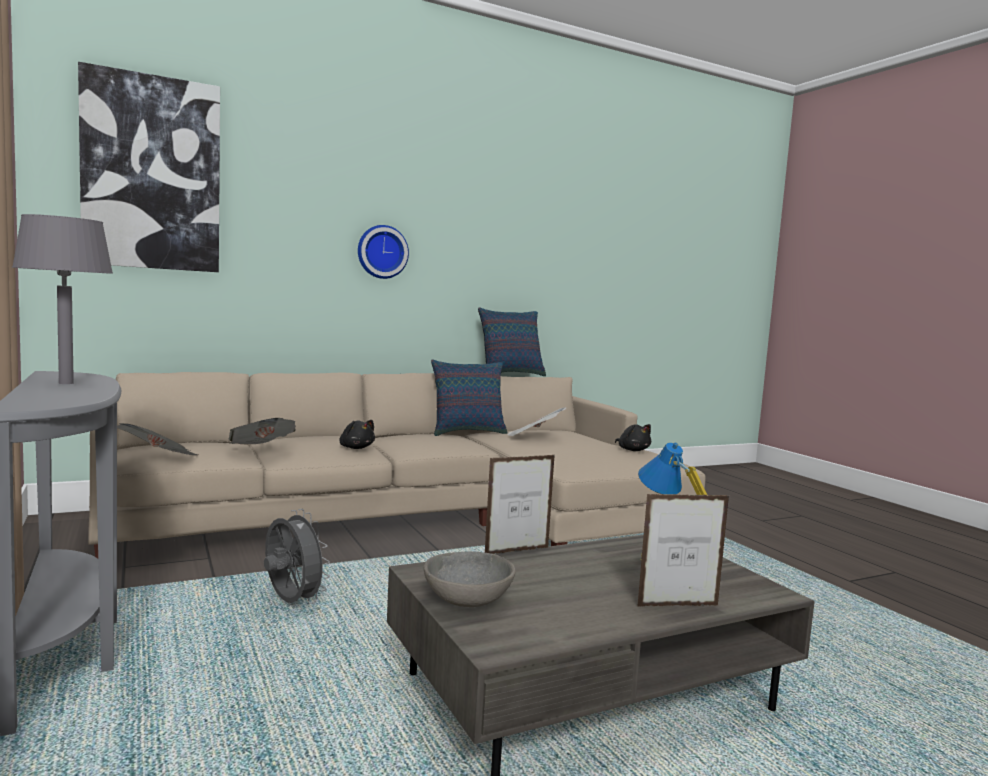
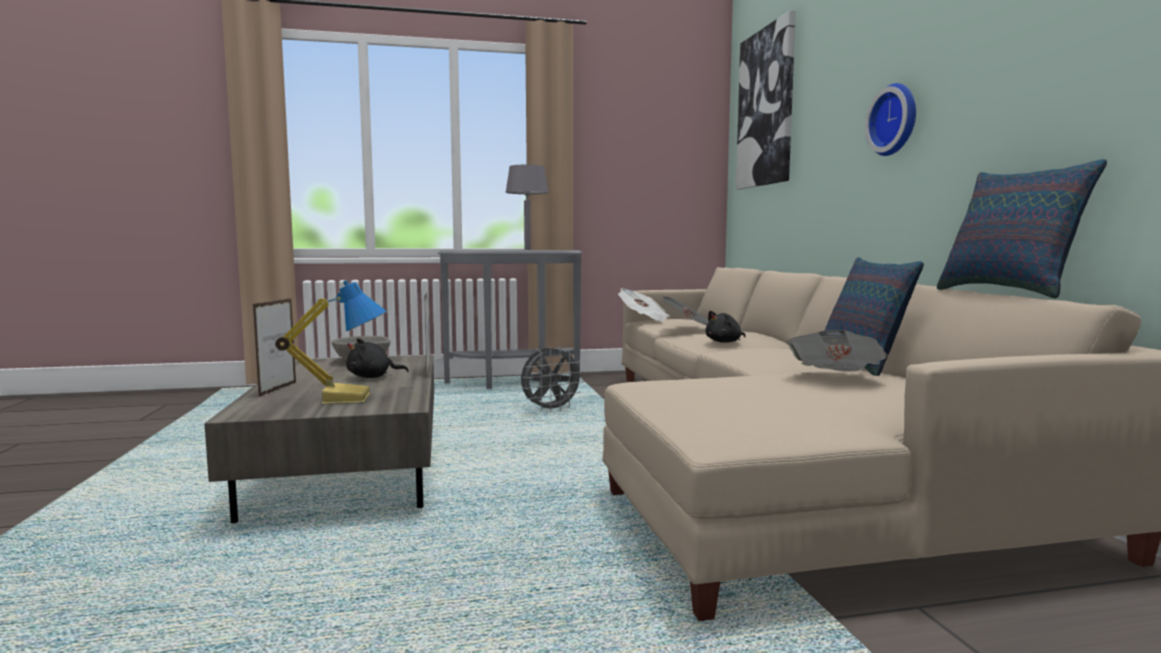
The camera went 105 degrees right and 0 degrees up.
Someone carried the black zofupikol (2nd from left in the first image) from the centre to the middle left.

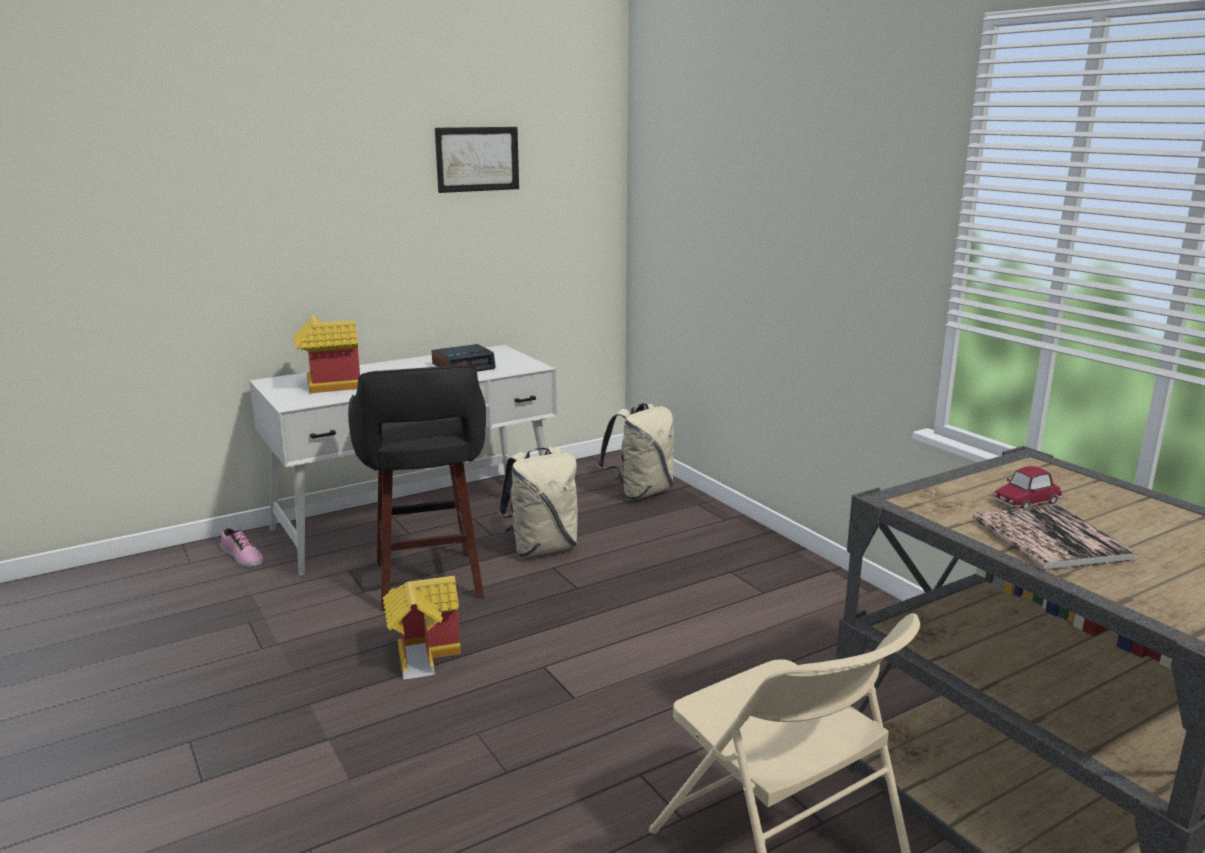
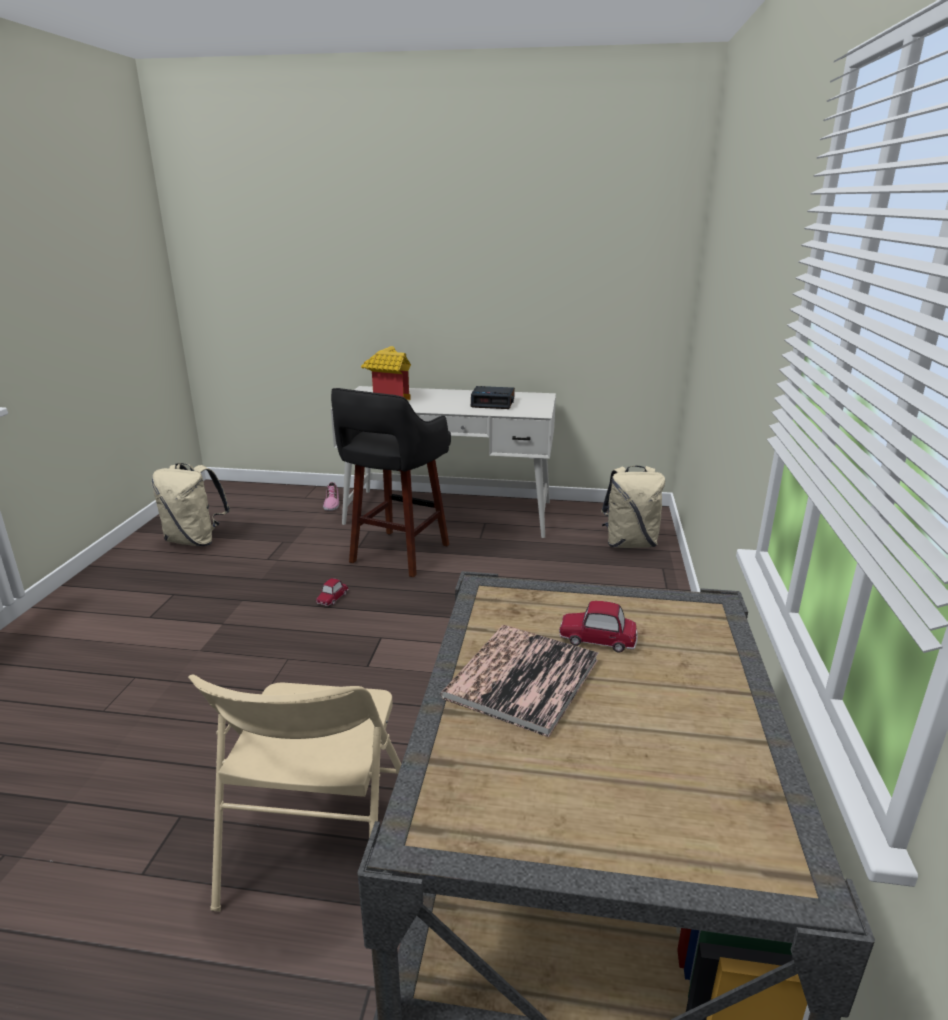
The camera went 40 degrees right and 5 degrees up.
Someone took away the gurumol at the top centre.
Someone carried the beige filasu (1st from left) from the centre to the middle left.
Someone swapped the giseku (2nd from left) at the bottom centre for the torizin (1st from left) at the centre.

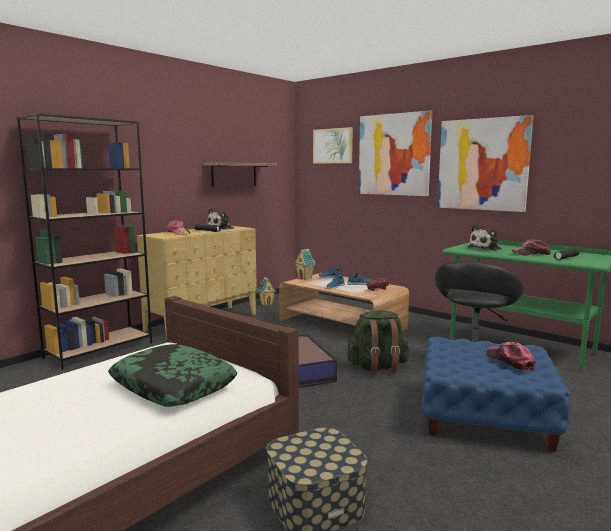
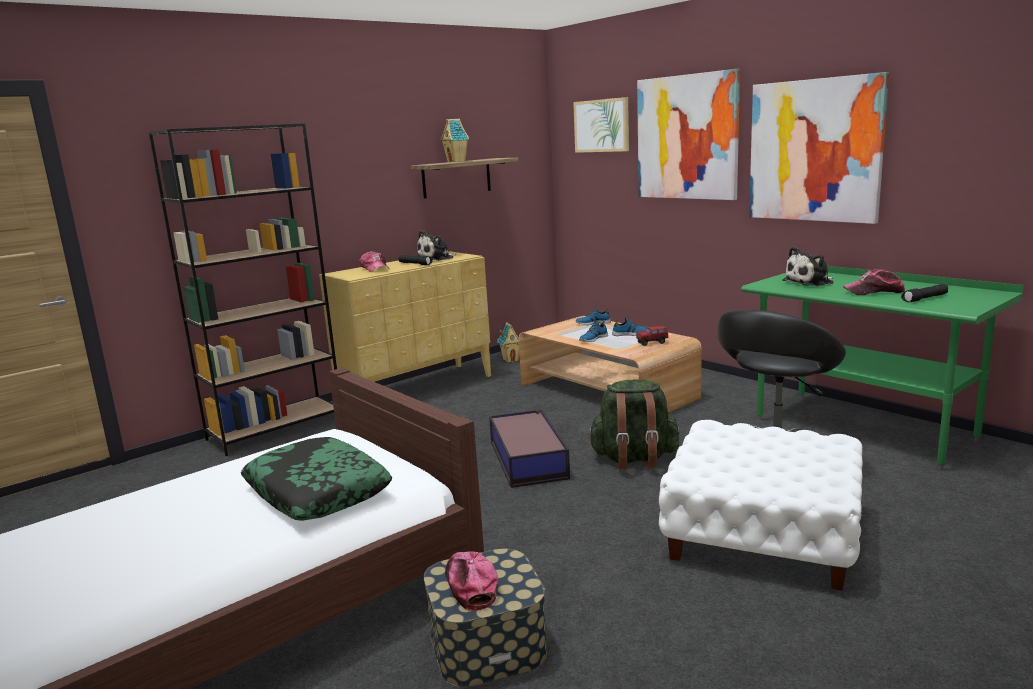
The camera went 10 degrees right and 5 degrees up.
Someone carried the giseku (2nd from left in the first image) from the centre to the top centre.
Someone carried the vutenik (2nd from left) from the bottom right to the bottom centre.
Someone repainted the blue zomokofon at the bottom right, which became the white zomokofon at the bottom right.

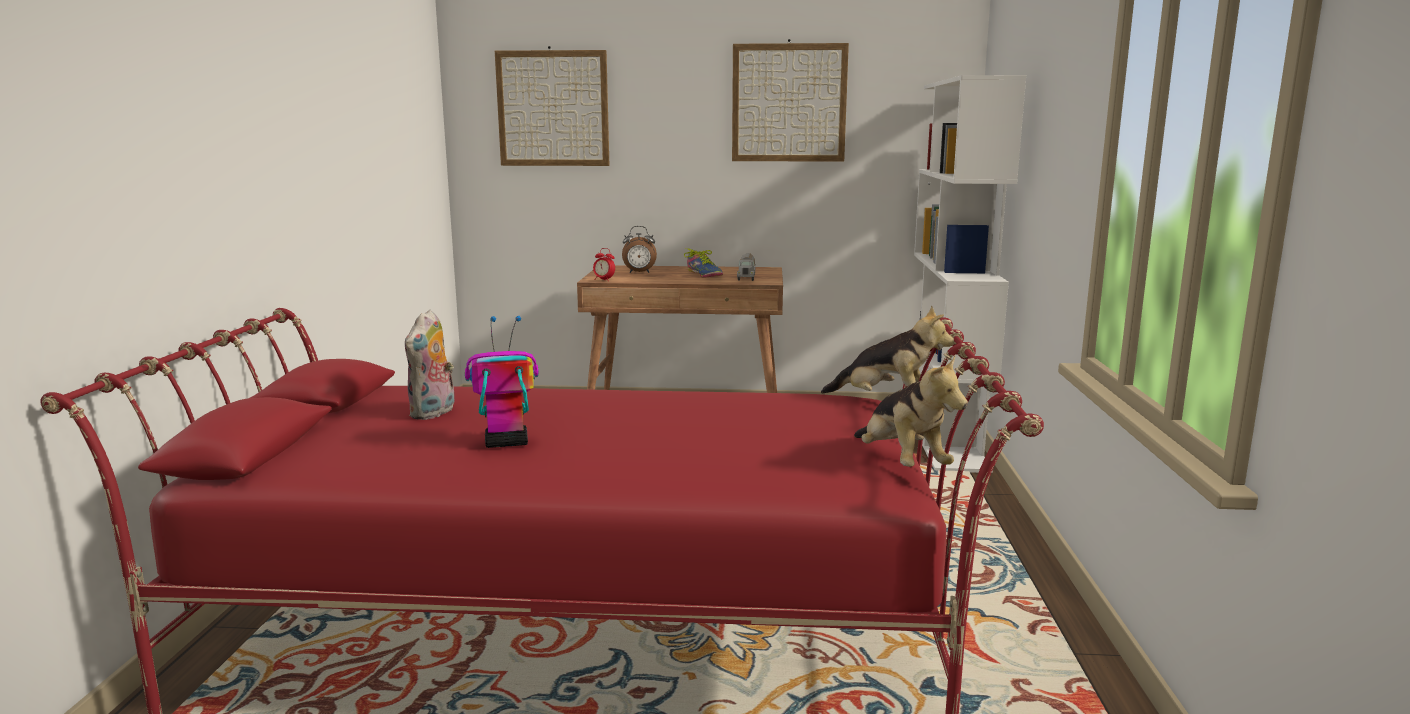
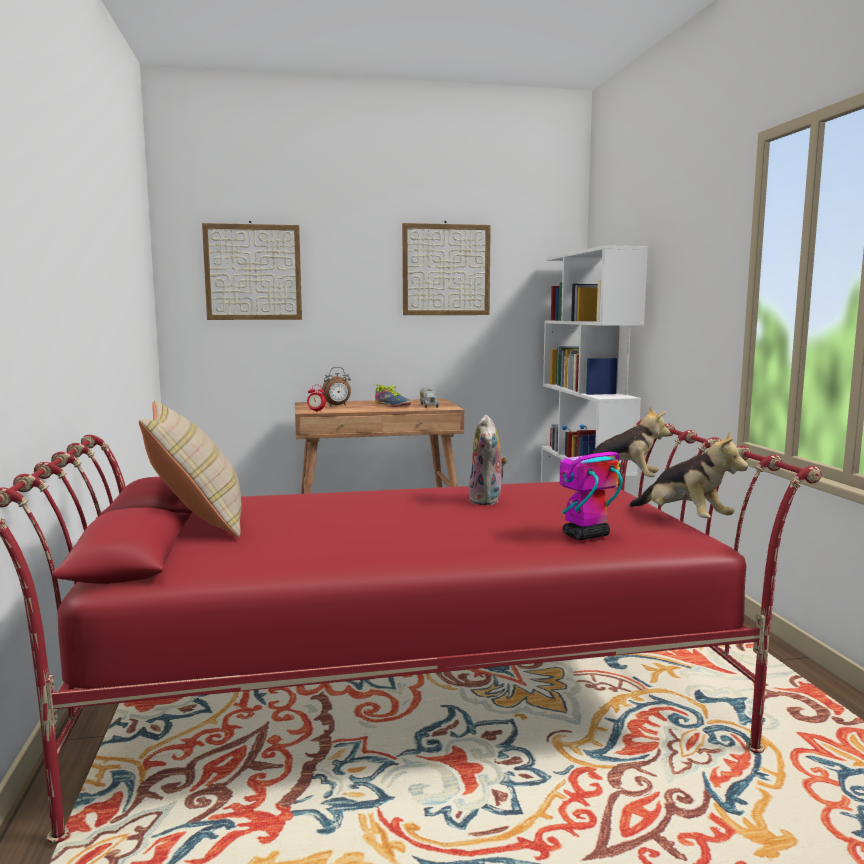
The camera went 15 degrees left and 5 degrees down.
Someone put down the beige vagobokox at the middle left.
Someone carried the zofupikol (1st from left) from the middle left to the centre.
Someone carried the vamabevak from the centre to the middle right.

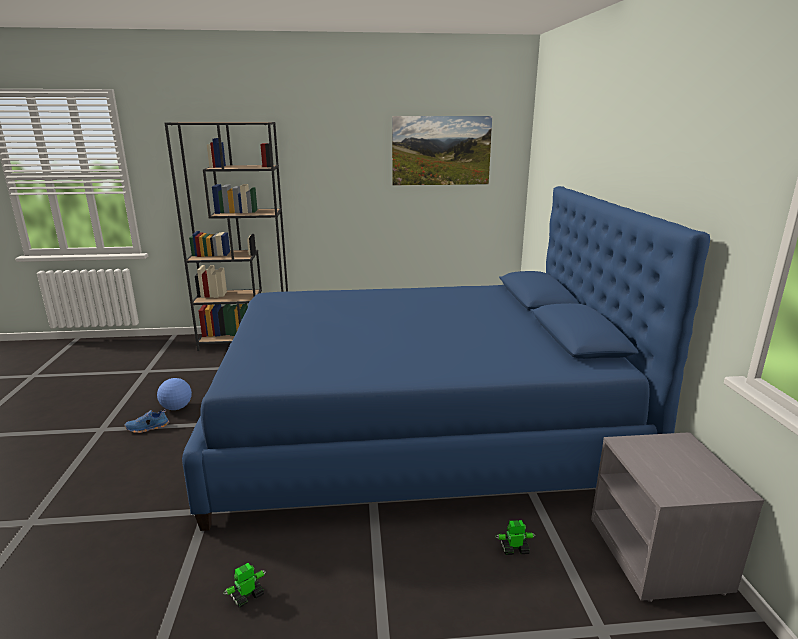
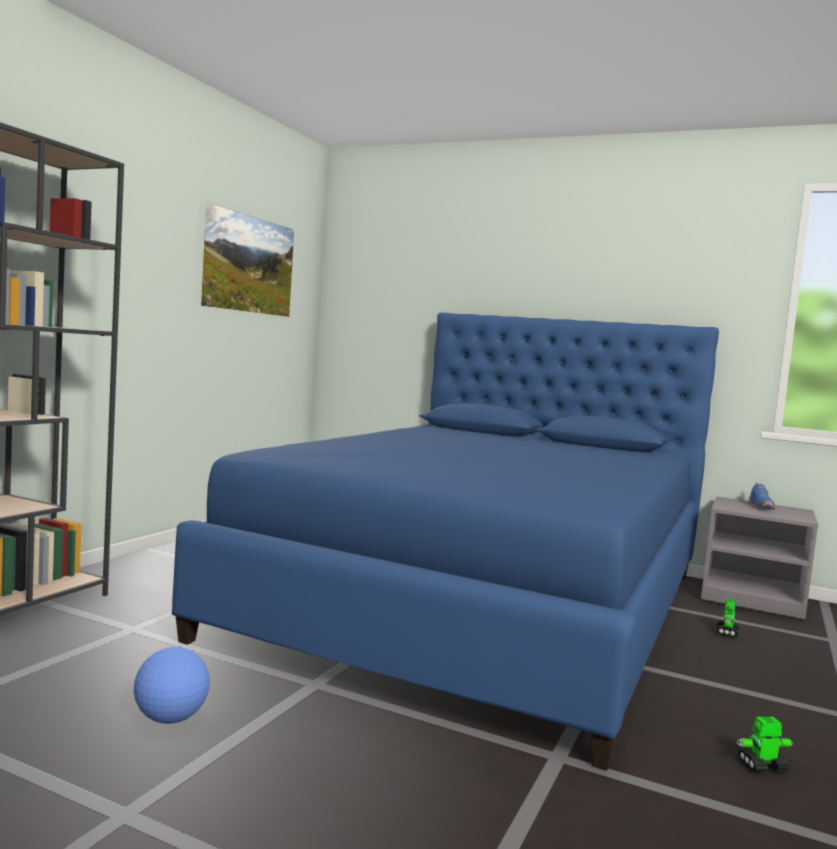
The camera went 60 degrees left and 15 degrees down.
Someone carried the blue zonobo from the middle left to the middle right.
Someone rotated the vamabevak (1st from left in the first image) at the bottom left by 90 degrees clockwise.

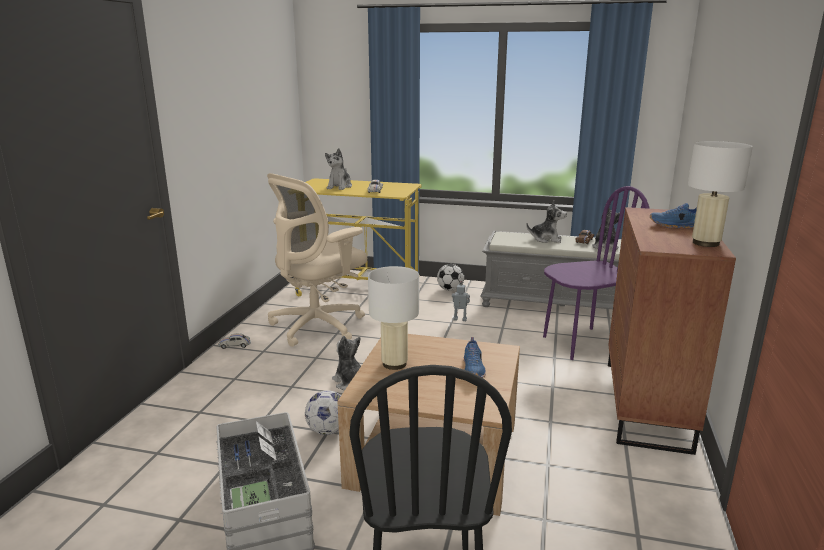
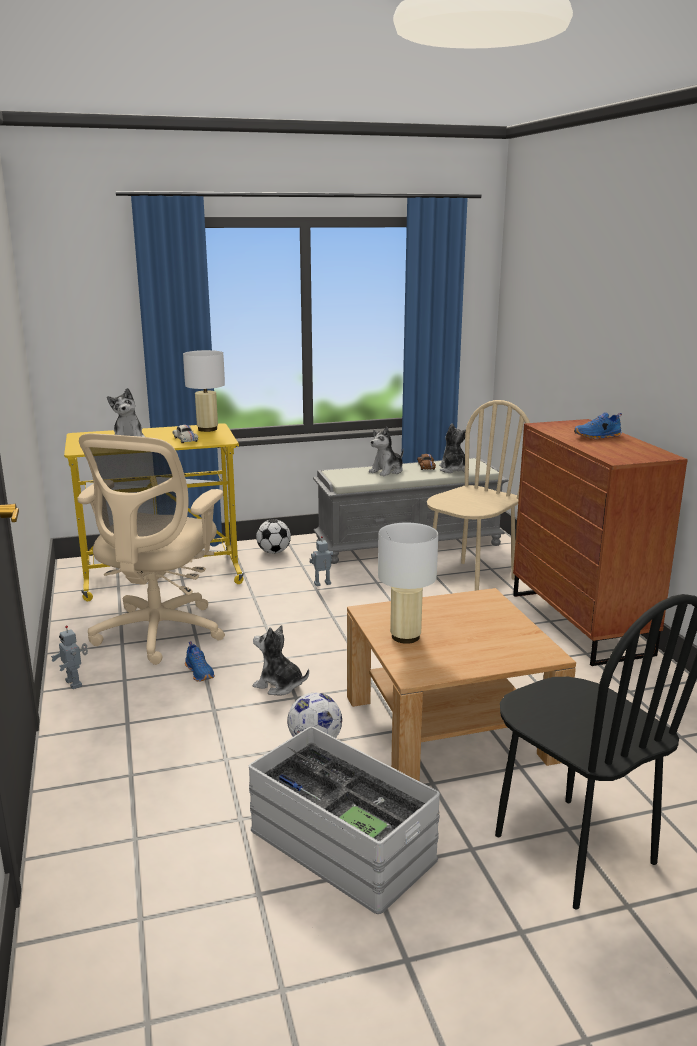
The camera went 30 degrees left and 0 degrees up.
Someone carried the blue zonobo (1st from left) from the centre to the middle left.
Someone carried the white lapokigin (2nd from left in the first image) from the middle right to the middle left.
Someone swapped the white torizin (1st from left) at the middle left for the vamabevak (1st from left) at the middle left.
Someone repainted the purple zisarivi at the middle right, which became the beige zisarivi at the middle right.
Someone rotated the zofupikol (3rd from left) at the centre by 150 degrees clockwise.

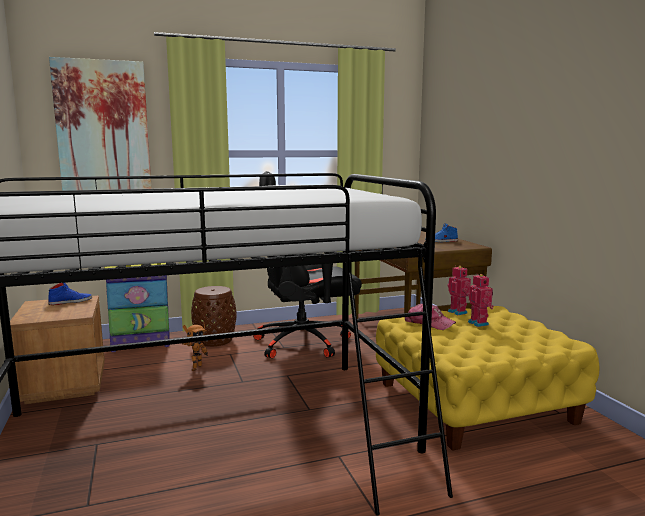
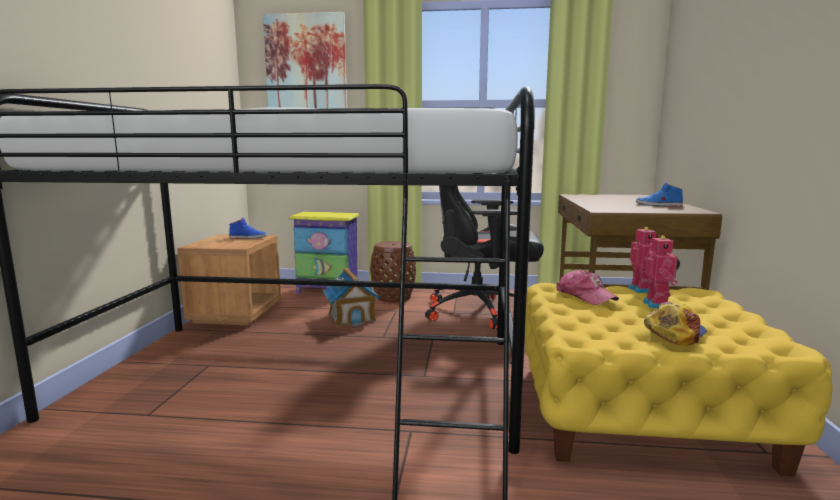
The camera went 25 degrees right and 0 degrees up.
Someone put down the vutenik (2nd from left) at the middle right.
Someone swapped the vamabevak (1st from left) at the bottom left for the giseku at the centre.

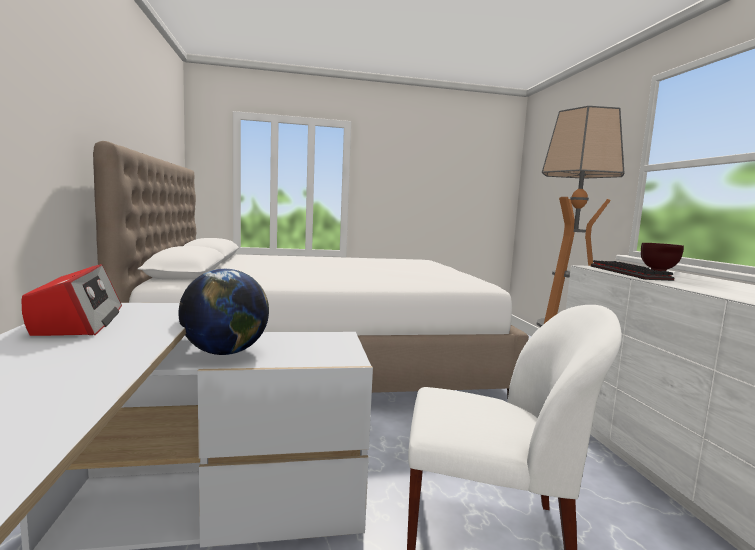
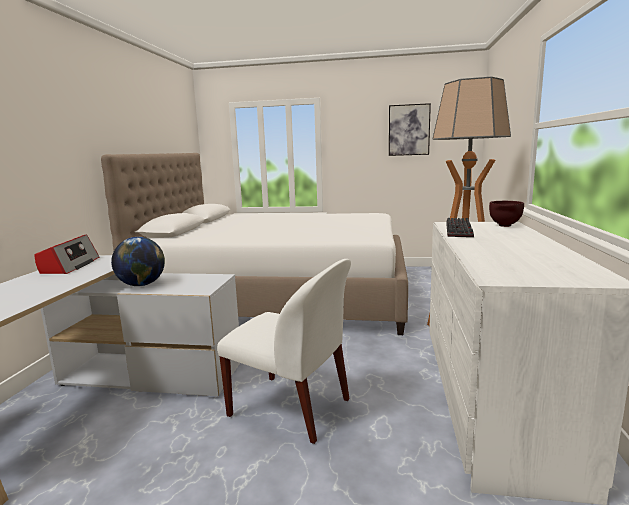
The camera went 20 degrees right and 5 degrees up.
Someone put up the gurumol at the top centre.

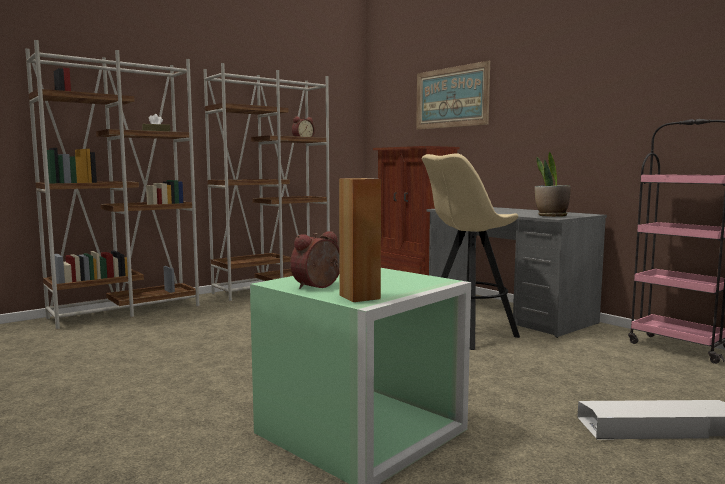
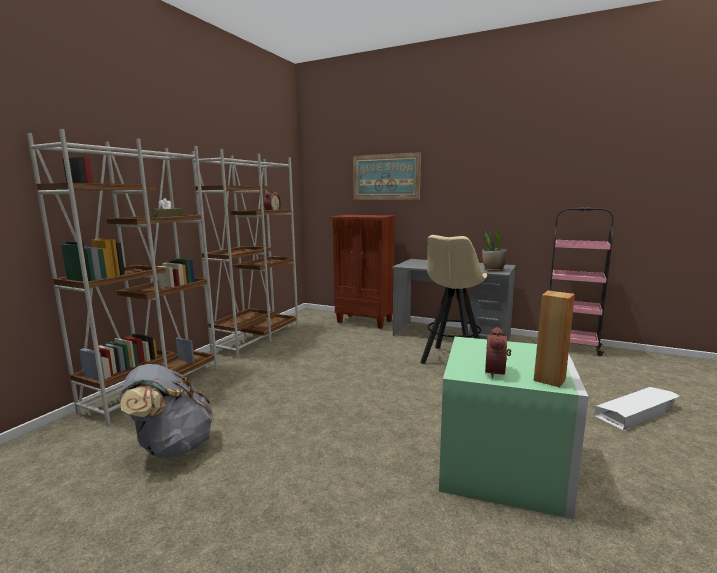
The camera went 25 degrees left and 5 degrees up.
Someone put down the grey filasu at the bottom left.

